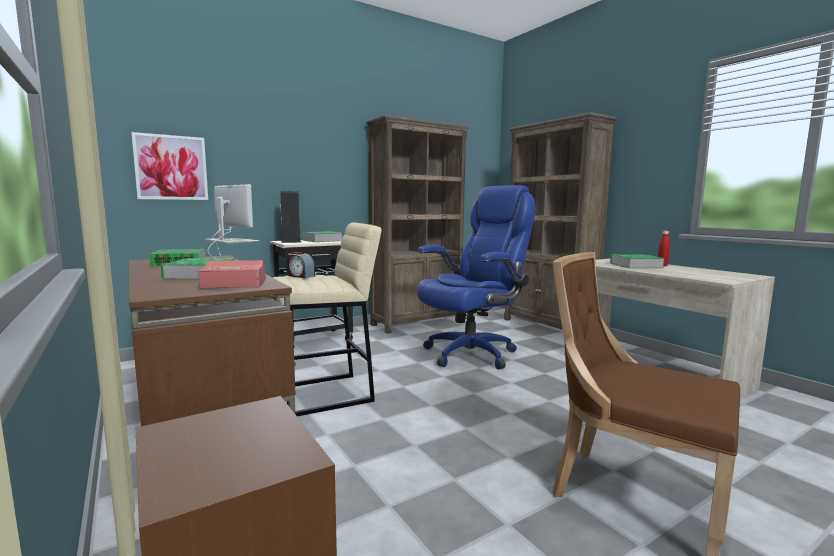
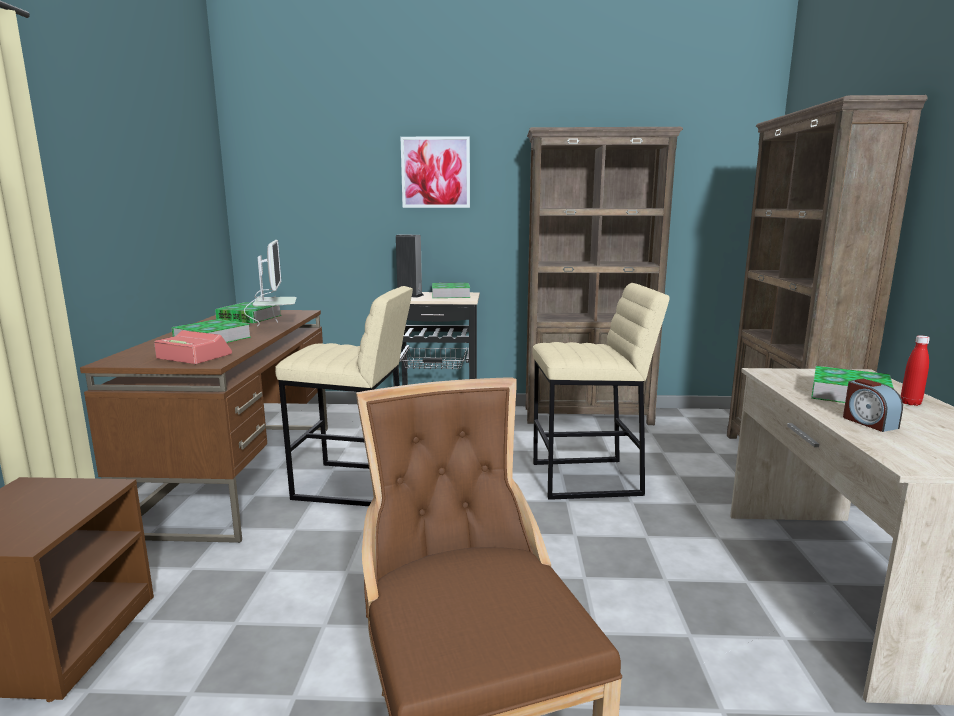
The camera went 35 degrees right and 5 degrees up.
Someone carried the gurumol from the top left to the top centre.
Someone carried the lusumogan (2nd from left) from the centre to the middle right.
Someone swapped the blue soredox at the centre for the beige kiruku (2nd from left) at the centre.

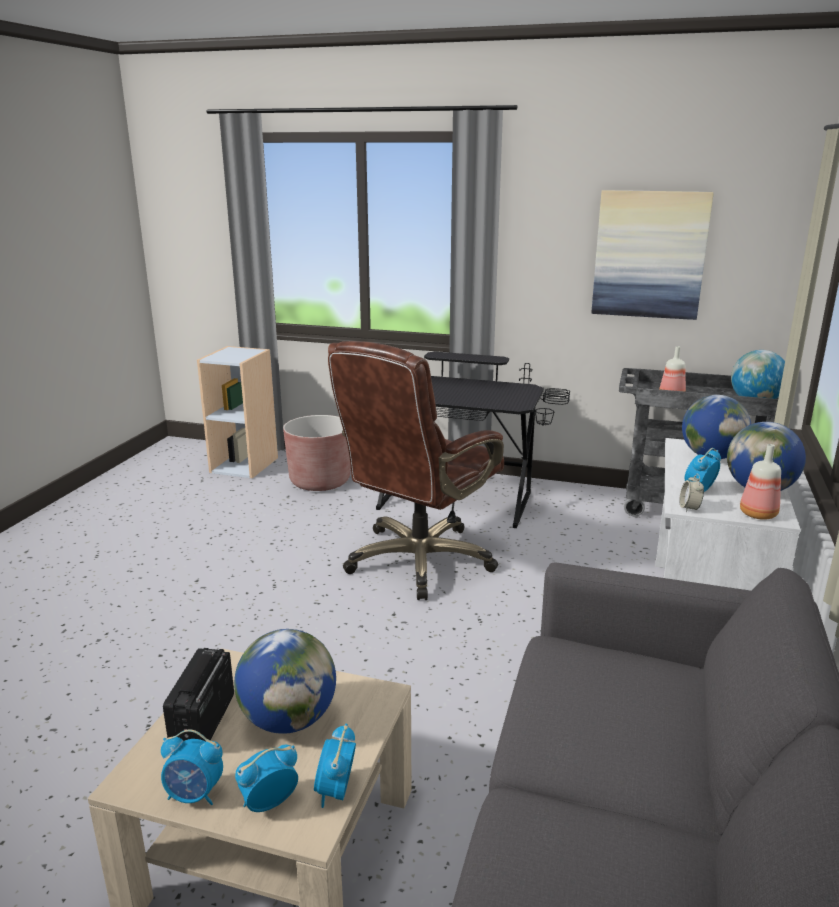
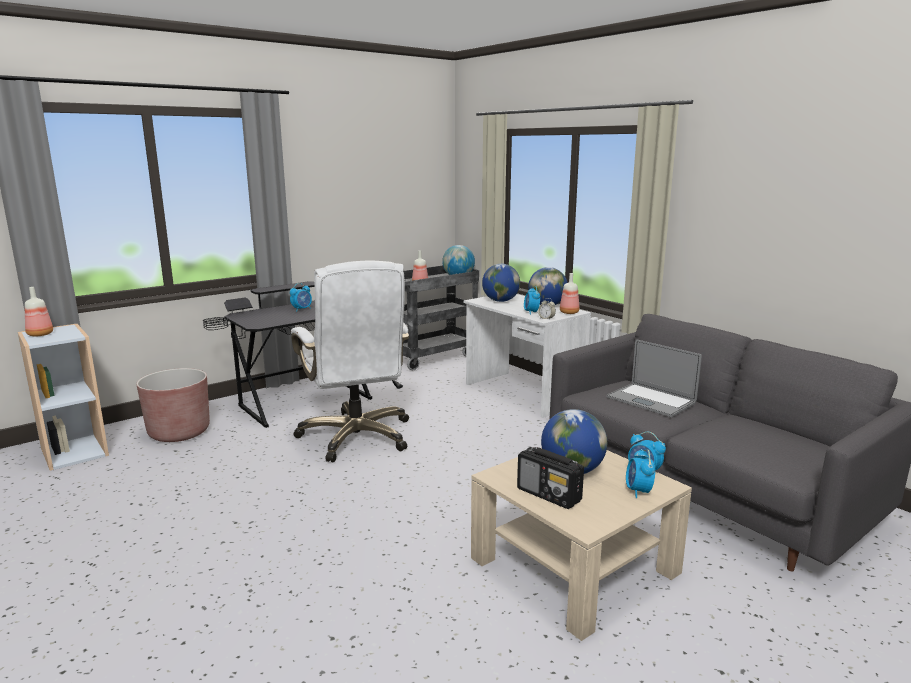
The camera went 55 degrees left and 5 degrees down.
Someone took away the gurumol at the top right.
Someone put down the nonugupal (1st from left) at the middle left.
Someone put down the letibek at the middle right.
Someone carried the lusumogan (1st from left) from the bottom left to the middle left.
Someone repainted the brown soredox at the centre, which became the white soredox at the centre.

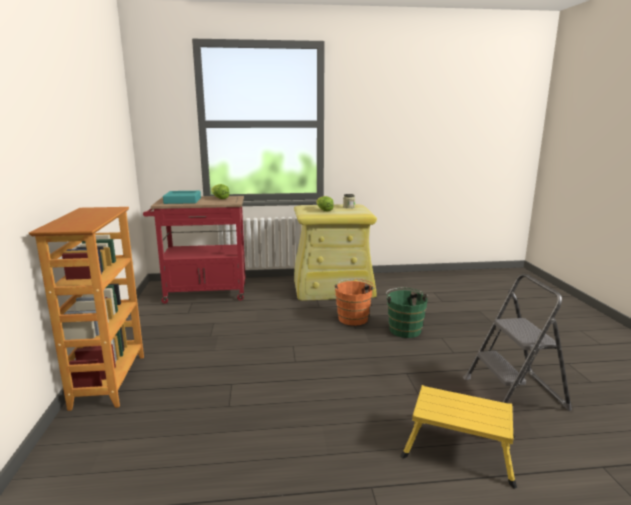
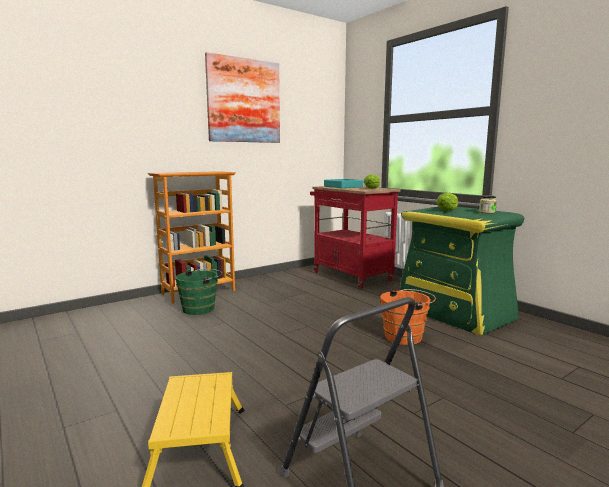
The camera went 60 degrees right and 5 degrees down.
Someone put up the gurumol at the top centre.
Someone carried the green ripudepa from the centre to the middle left.
Someone repainted the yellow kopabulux at the centre, which became the green kopabulux at the middle right.

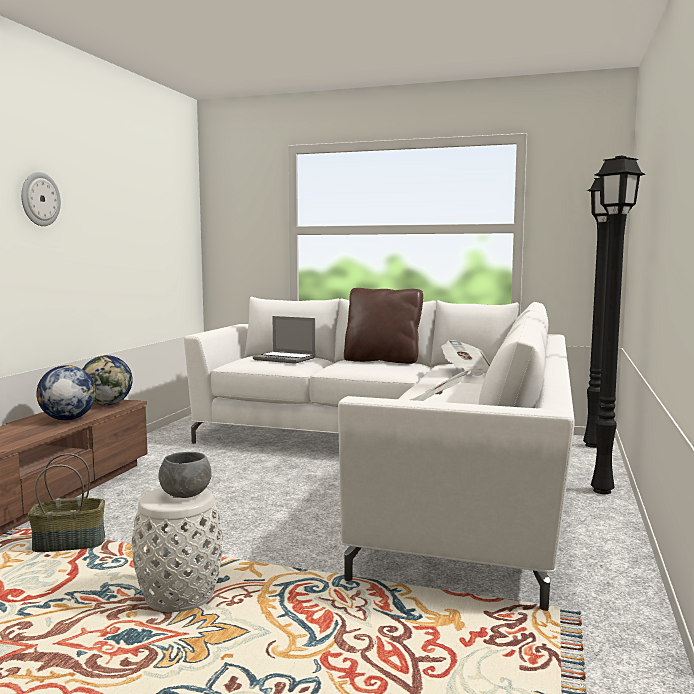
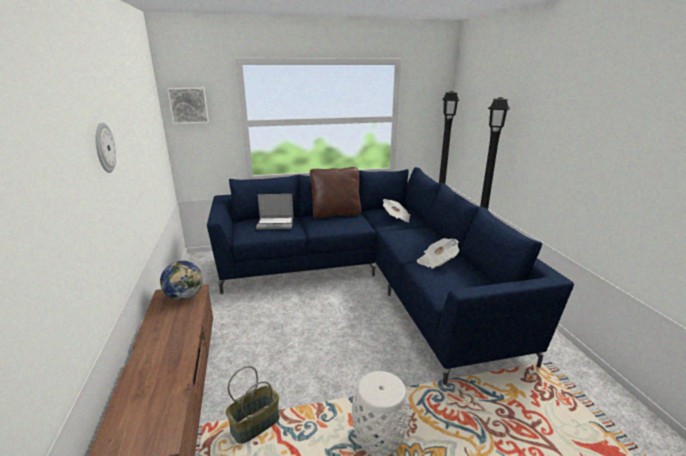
The camera went 30 degrees left and 15 degrees up.
Someone took away the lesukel (1st from left) at the middle left.
Someone took away the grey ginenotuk at the bottom left.
Someone put up the gurumol at the top left.
Someone repainted the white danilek at the centre, which became the blue danilek at the centre.

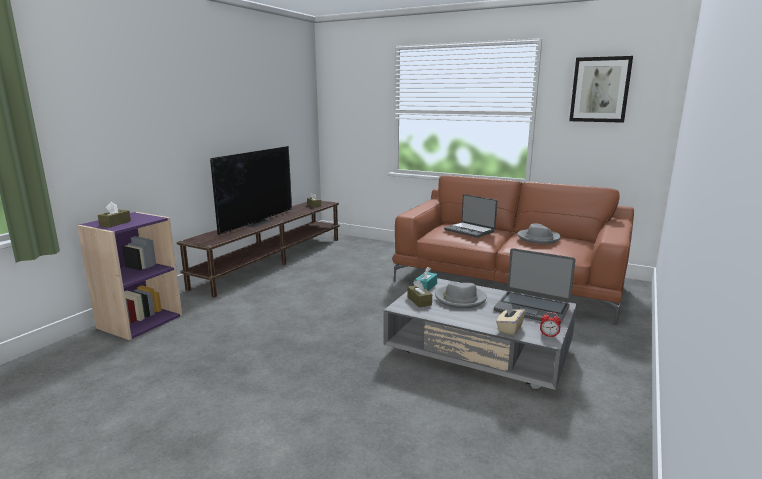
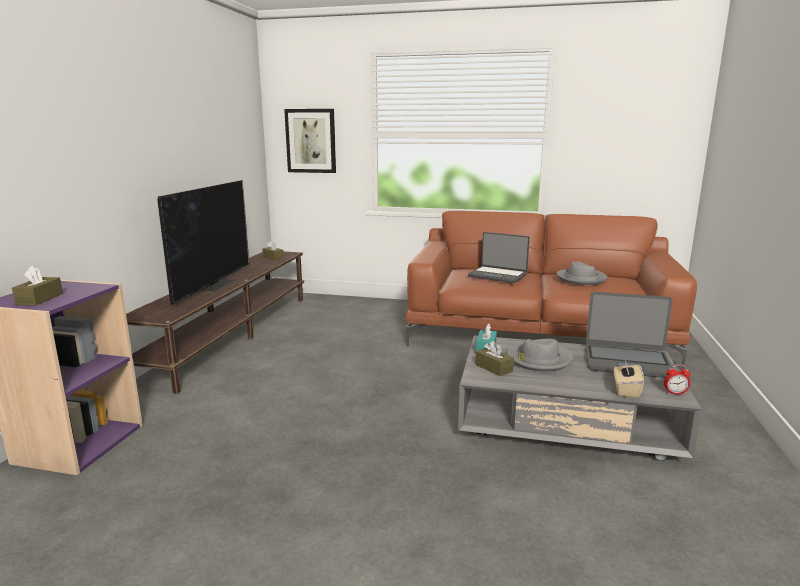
The camera went 15 degrees left and 0 degrees up.
Someone carried the gurumol from the top right to the top centre.

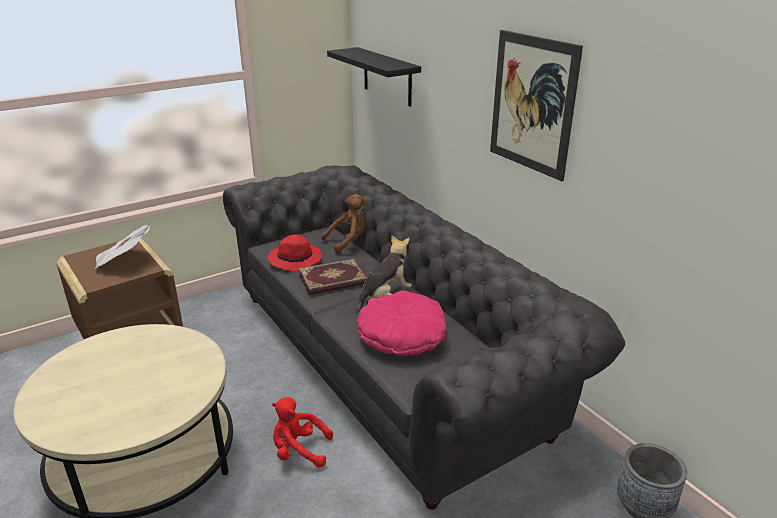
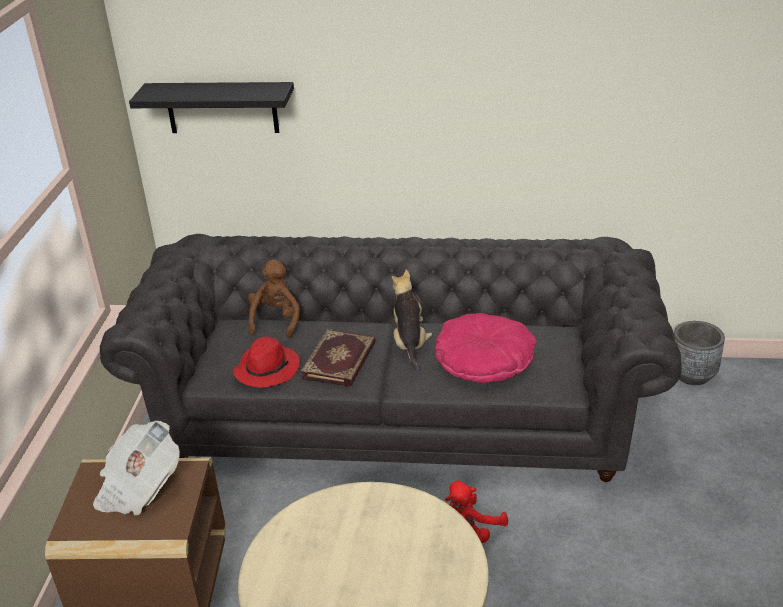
The camera went 50 degrees left and 5 degrees up.
Someone took away the gurumol at the top right.

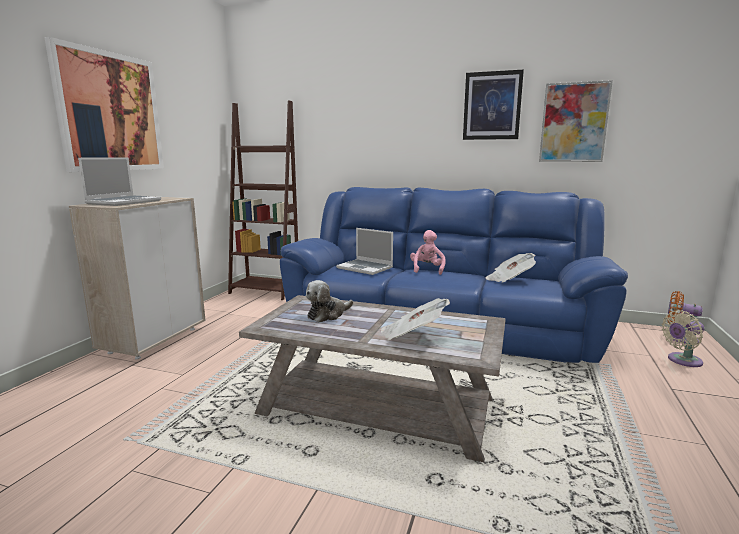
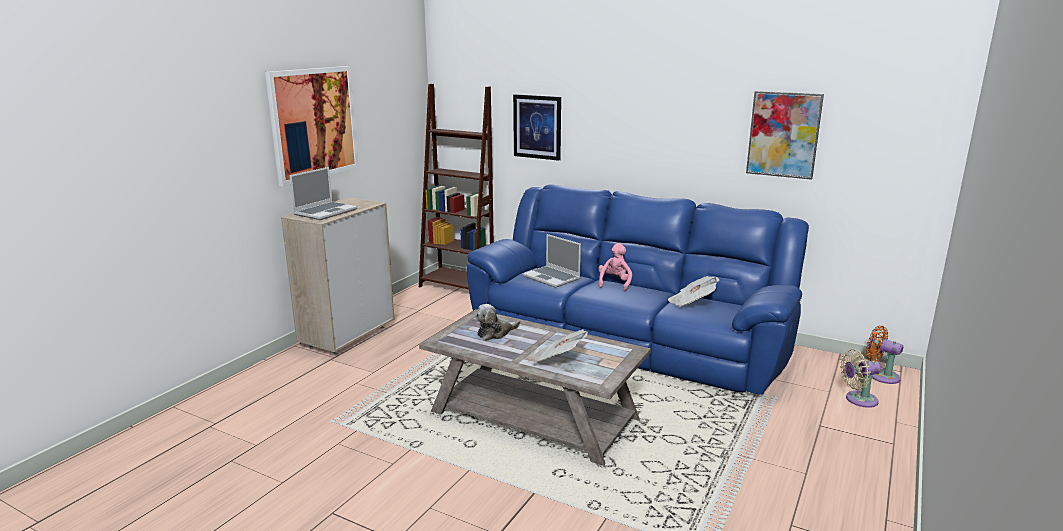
The camera went 10 degrees right and 5 degrees up.
Someone carried the gurumol (2nd from left) from the top right to the top centre.

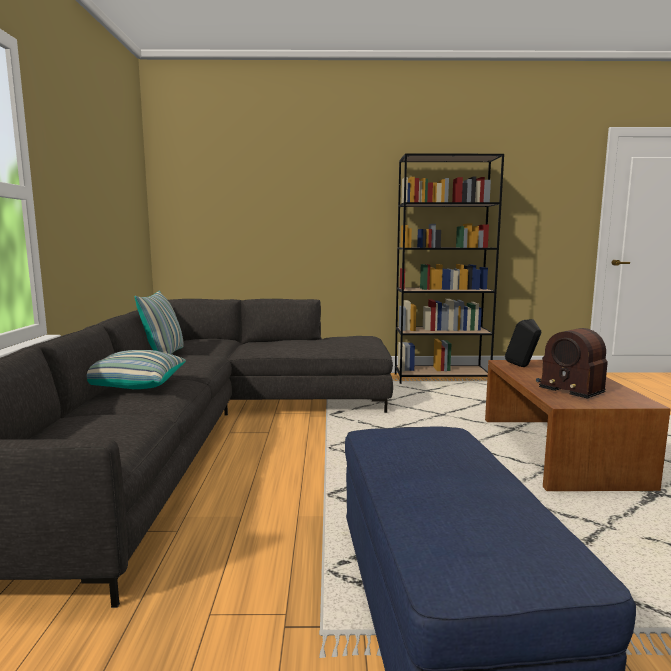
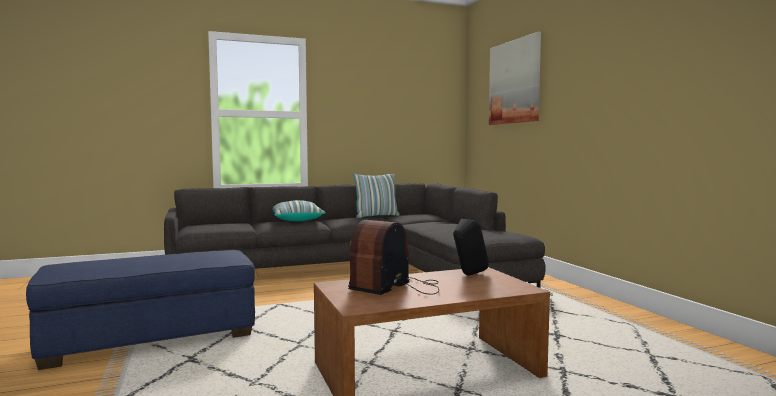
The camera went 70 degrees right and 5 degrees down.
Someone took away the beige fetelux at the middle right.
Someone put up the gurumol at the top centre.

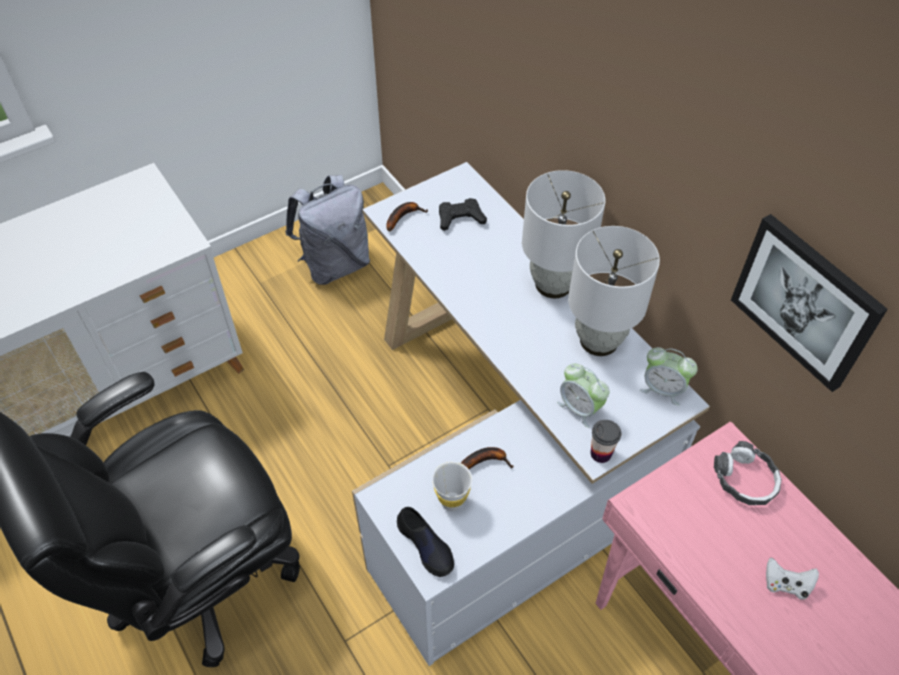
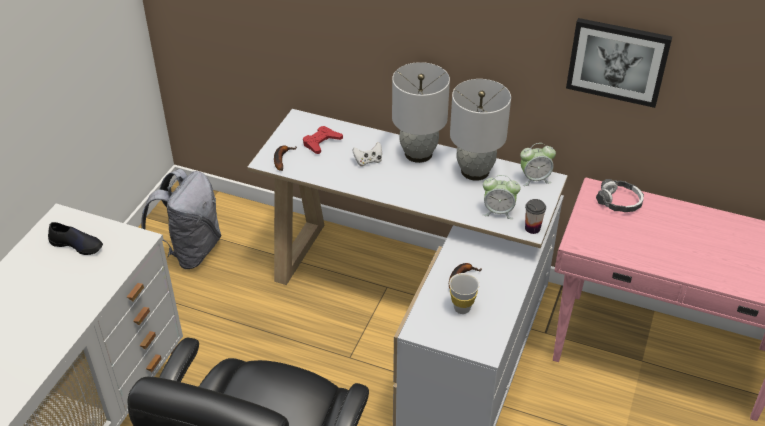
The camera went 35 degrees left and 10 degrees down.
Someone carried the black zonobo from the bottom centre to the middle left.
Someone carried the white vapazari from the bottom right to the centre.
Someone repainted the black vapazari at the top centre, which became the red vapazari at the top centre.

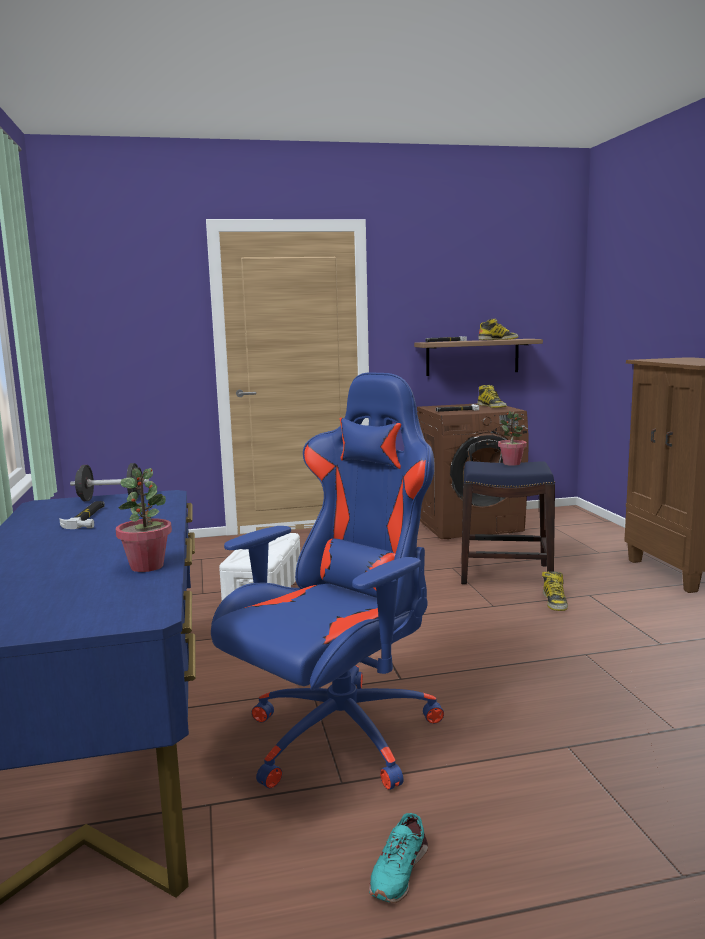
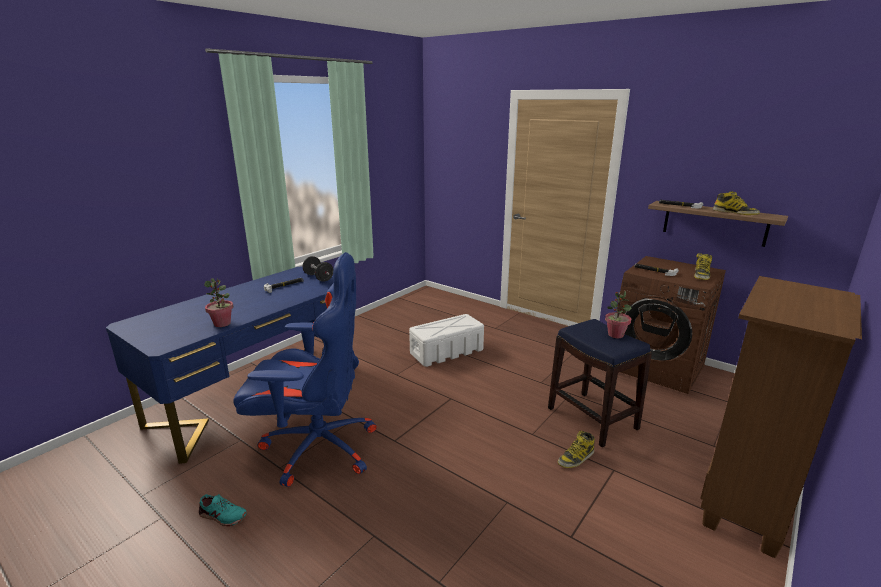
The camera went 50 degrees right and 10 degrees up.
Someone rotated the turquoise zonobo at the bottom centre by 150 degrees counterclockwise.

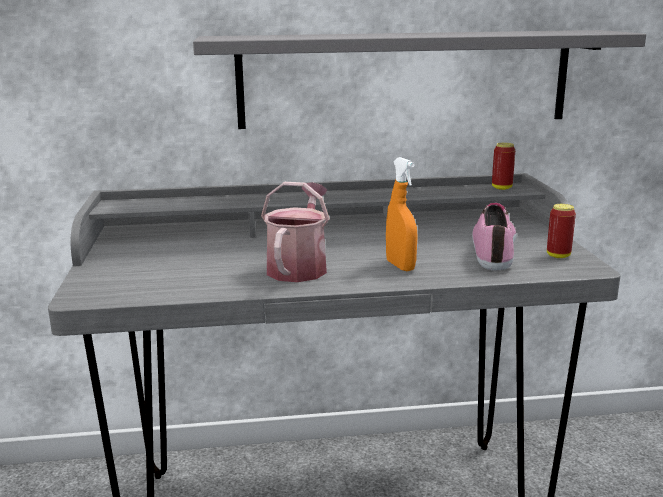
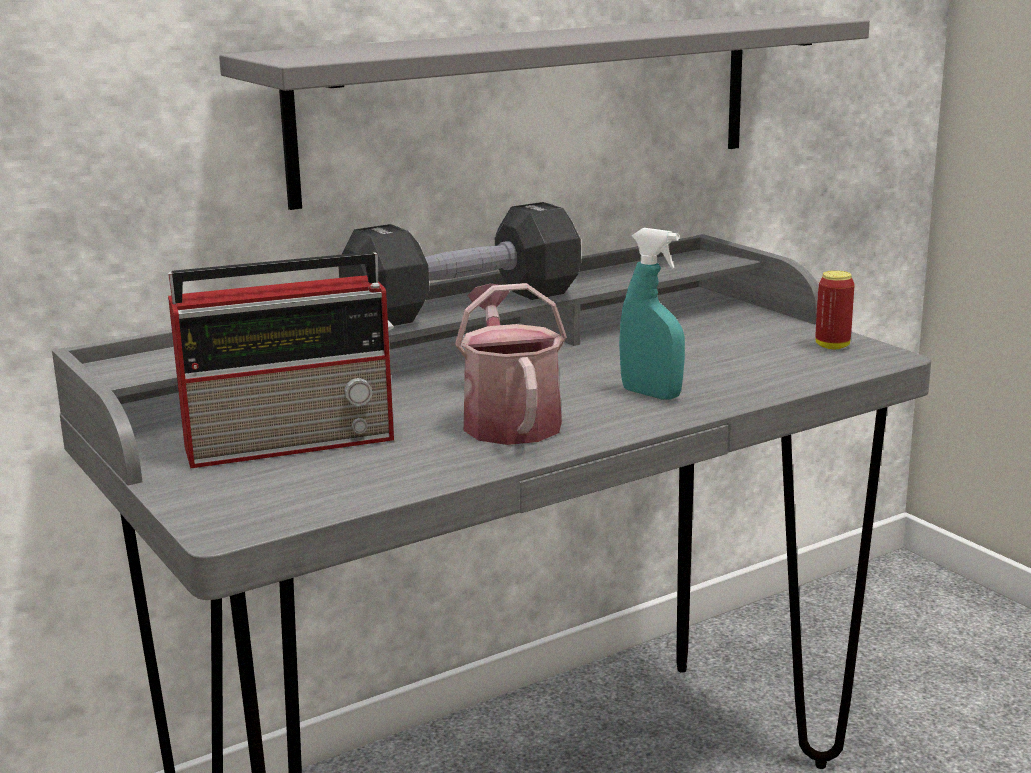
The camera went 25 degrees left and 0 degrees up.
Someone took away the zonobo at the middle right.
Someone took away the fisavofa (1st from left) at the middle right.
Someone put down the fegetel at the middle left.
Someone put down the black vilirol at the centre.
Someone repainted the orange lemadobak at the centre, which became the turquoise lemadobak at the centre.

